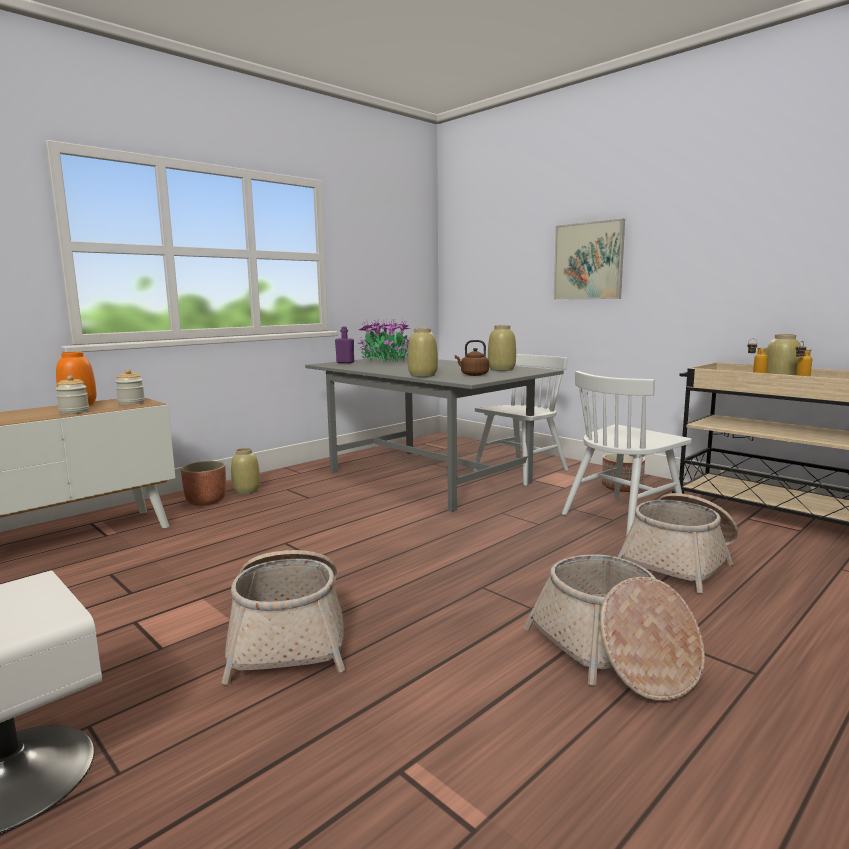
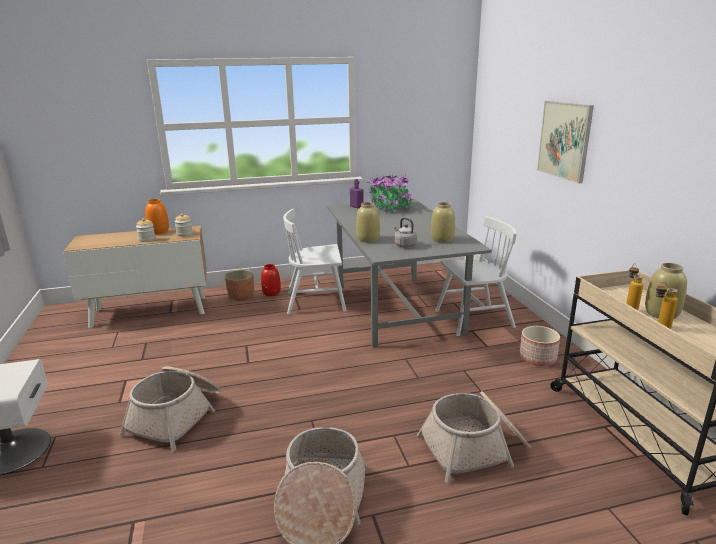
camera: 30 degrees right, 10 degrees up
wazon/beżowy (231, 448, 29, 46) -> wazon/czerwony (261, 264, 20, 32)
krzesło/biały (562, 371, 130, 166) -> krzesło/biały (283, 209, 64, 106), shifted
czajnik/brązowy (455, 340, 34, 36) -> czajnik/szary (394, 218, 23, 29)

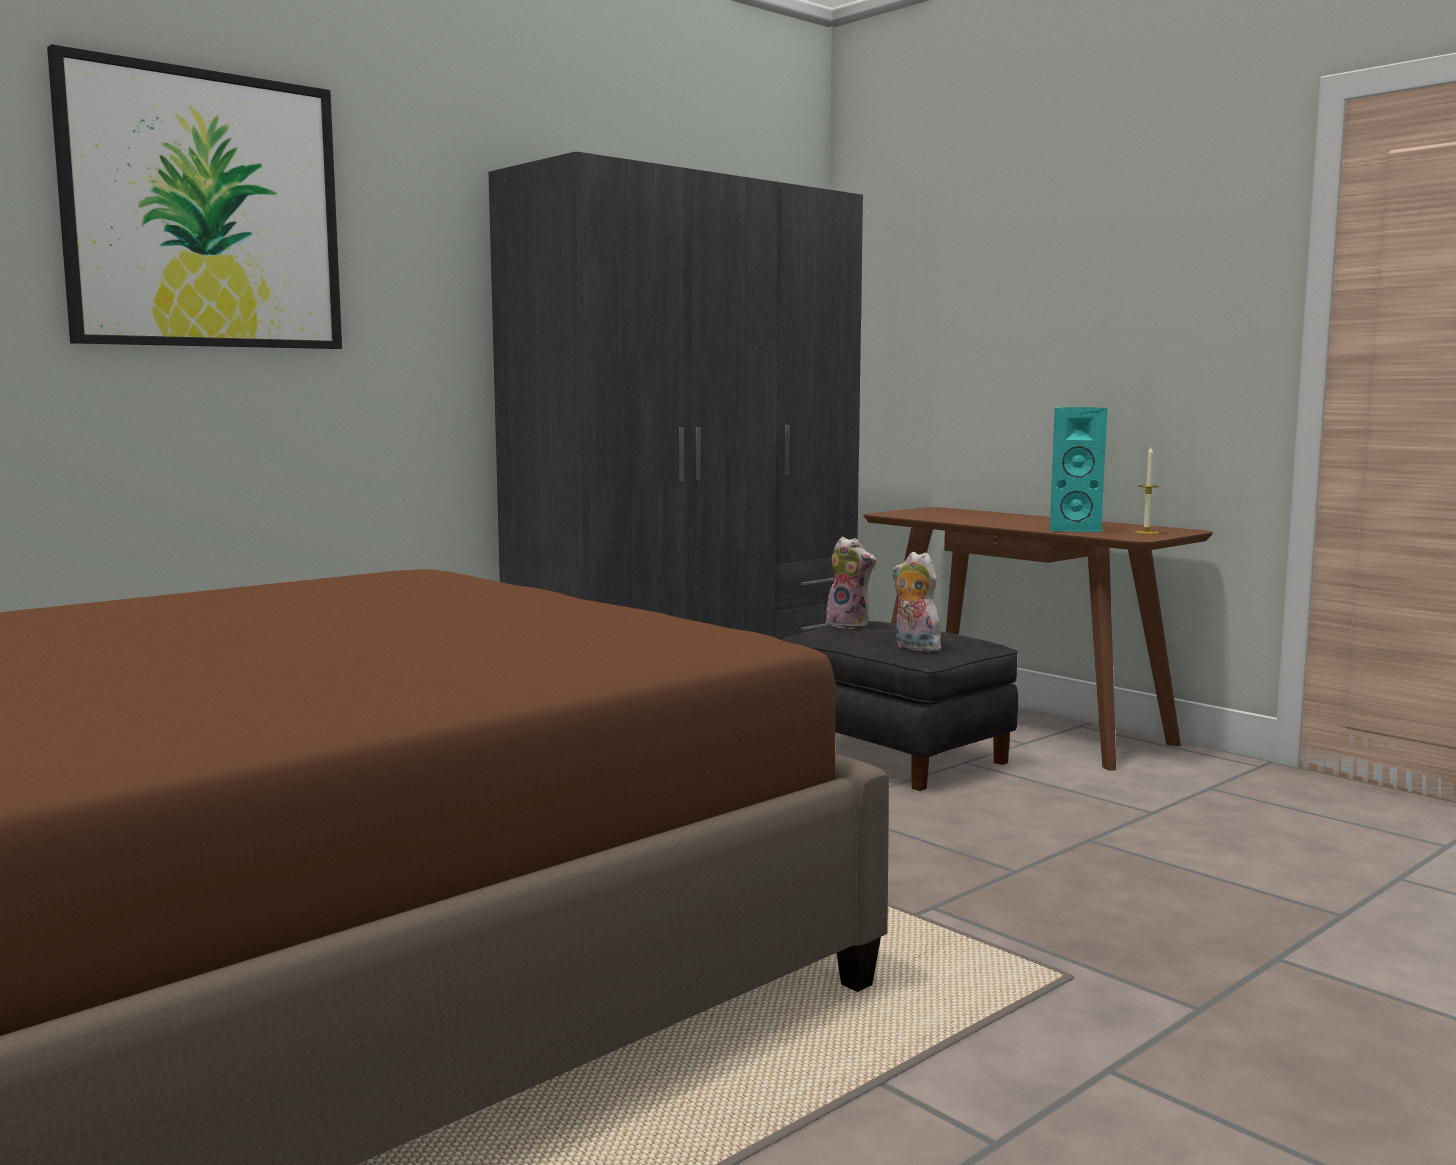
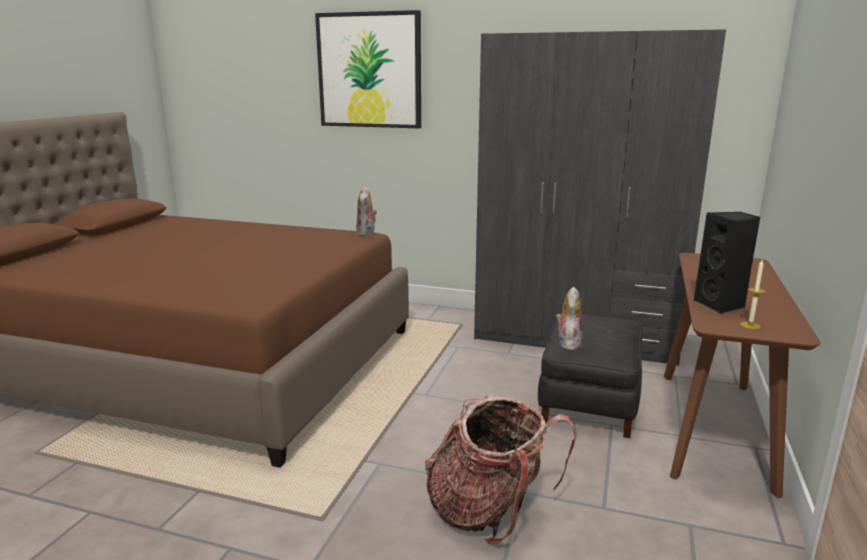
camera: 60 degrees right, 10 degrees up
pluszak (826, 537, 50, 92) -> pluszak (356, 186, 21, 50), shifted
none -> plecak (425, 394, 152, 150)
głośnik/turkusowy (1049, 407, 59, 125) -> głośnik/czarny (694, 212, 66, 102)

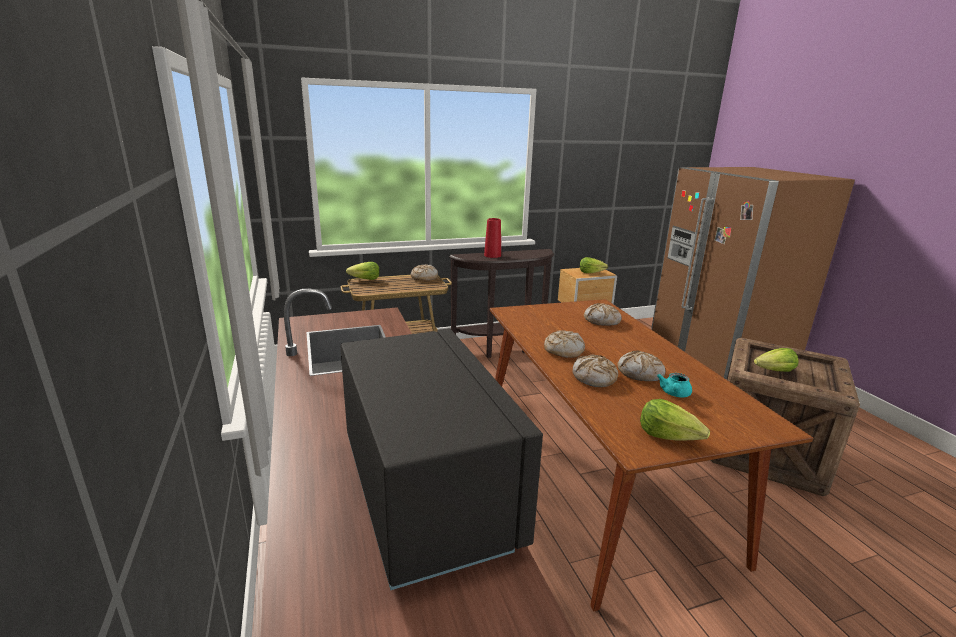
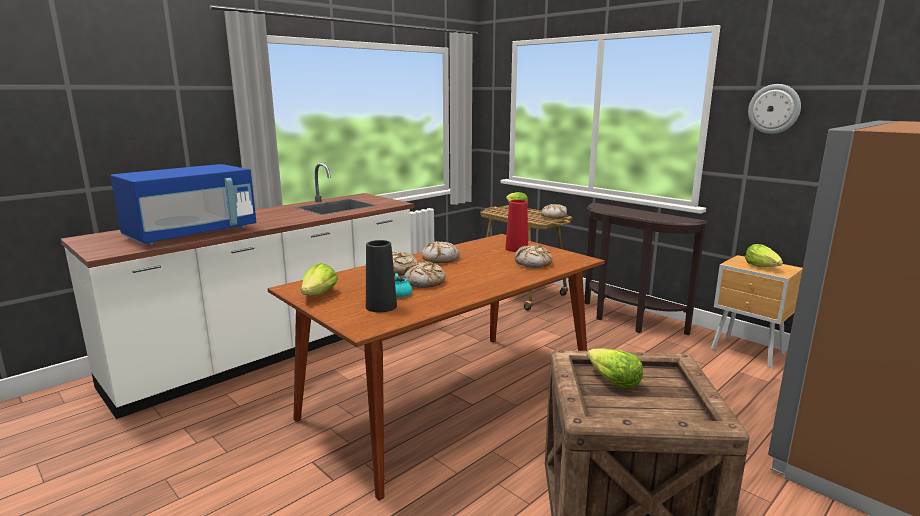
camera: 65 degrees right, 5 degrees down
mikrofalówka/czarny (340, 328, 203, 262) -> mikrofalówka/niebieski (110, 164, 146, 81)
none -> wazon/czarny (366, 240, 31, 72)
wazon/czerwony (484, 218, 17, 40) -> wazon/czerwony (505, 200, 23, 52), shifted
none -> zegar ścienny (748, 84, 53, 50)

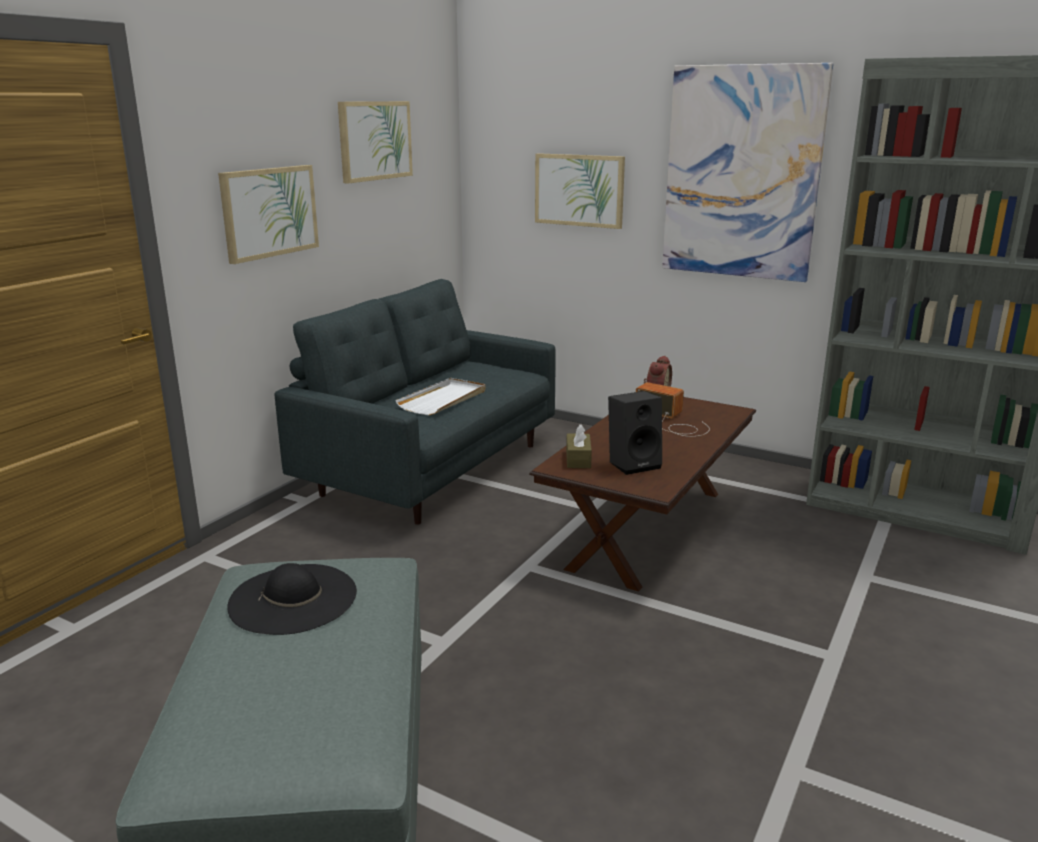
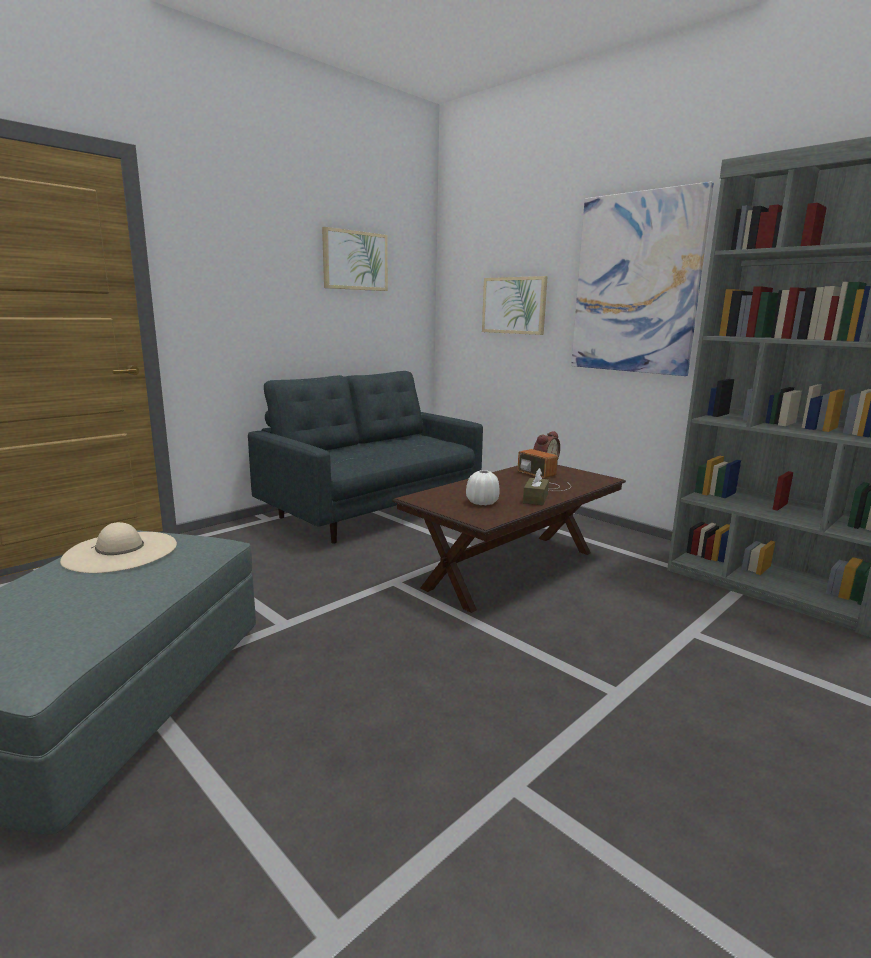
camera: 15 degrees right, 5 degrees down
kapelusz/czarny (227, 563, 130, 72) -> kapelusz/beżowy (60, 522, 117, 51)
głośnik/czarny (608, 391, 54, 84) -> wazon/biały (466, 470, 34, 35)
pudełko chusteczek/brązowy (566, 424, 26, 44) -> pudełko chusteczek/brązowy (523, 468, 26, 37), shifted
obraz (218, 165, 101, 99) -> none
taca/biały (395, 378, 90, 37) -> none

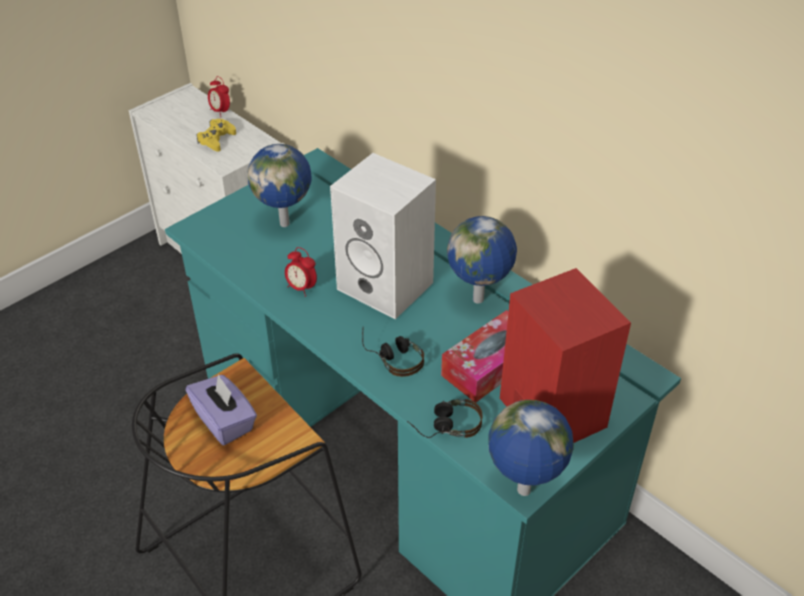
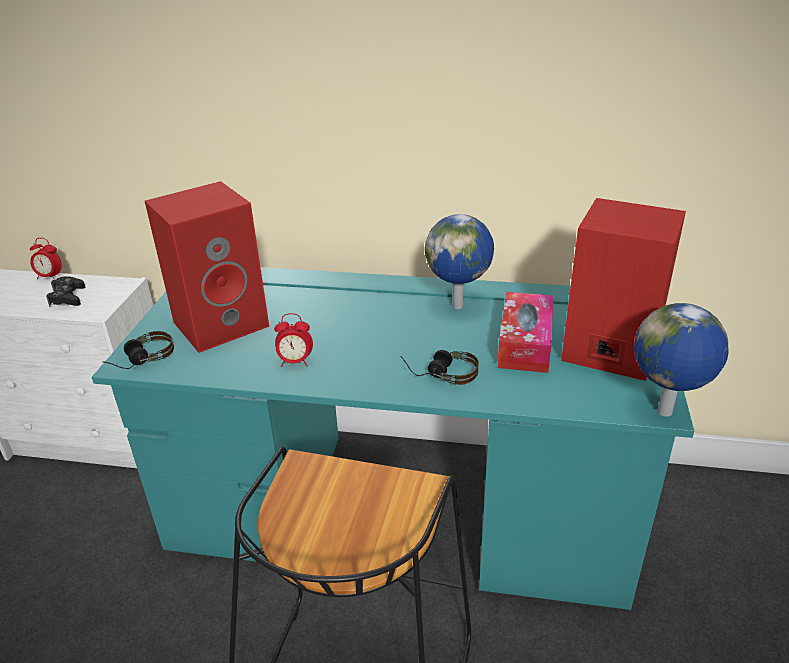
camera: 35 degrees left, 10 degrees down
pad do gier/żółty (197, 119, 39, 33) -> pad do gier/czarny (46, 276, 39, 31)
słuchawki (407, 399, 76, 39) -> słuchawki (102, 331, 72, 38), shifted
globus (248, 144, 63, 83) -> głośnik/czerwony (145, 181, 124, 172)
pudełko chusteczek/fioletowy (186, 374, 71, 71) -> none
głośnik/biały (330, 153, 106, 167) -> none

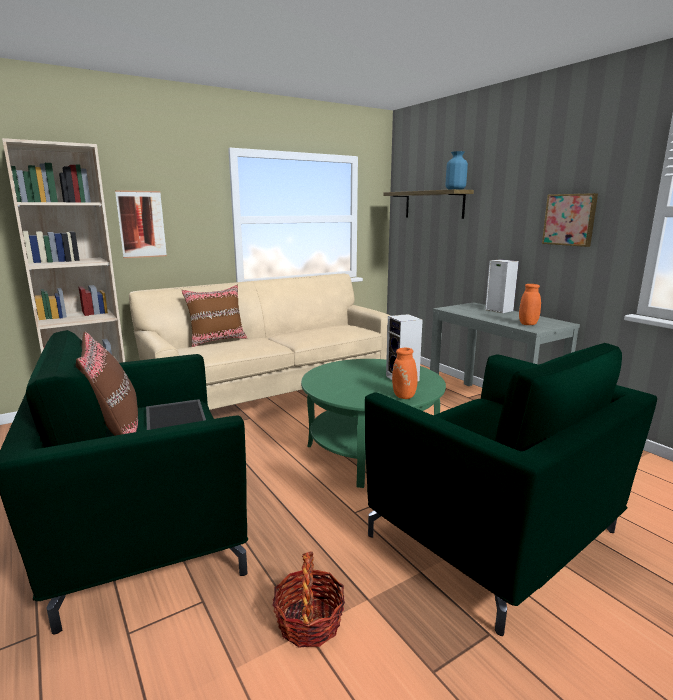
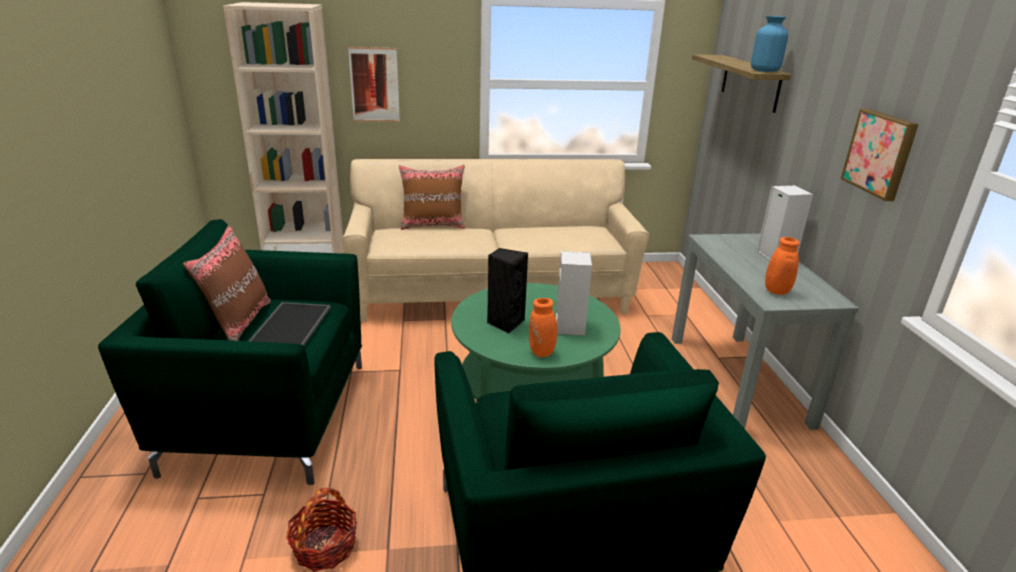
camera: 25 degrees right, 10 degrees up
none -> głośnik/czarny (487, 248, 41, 86)

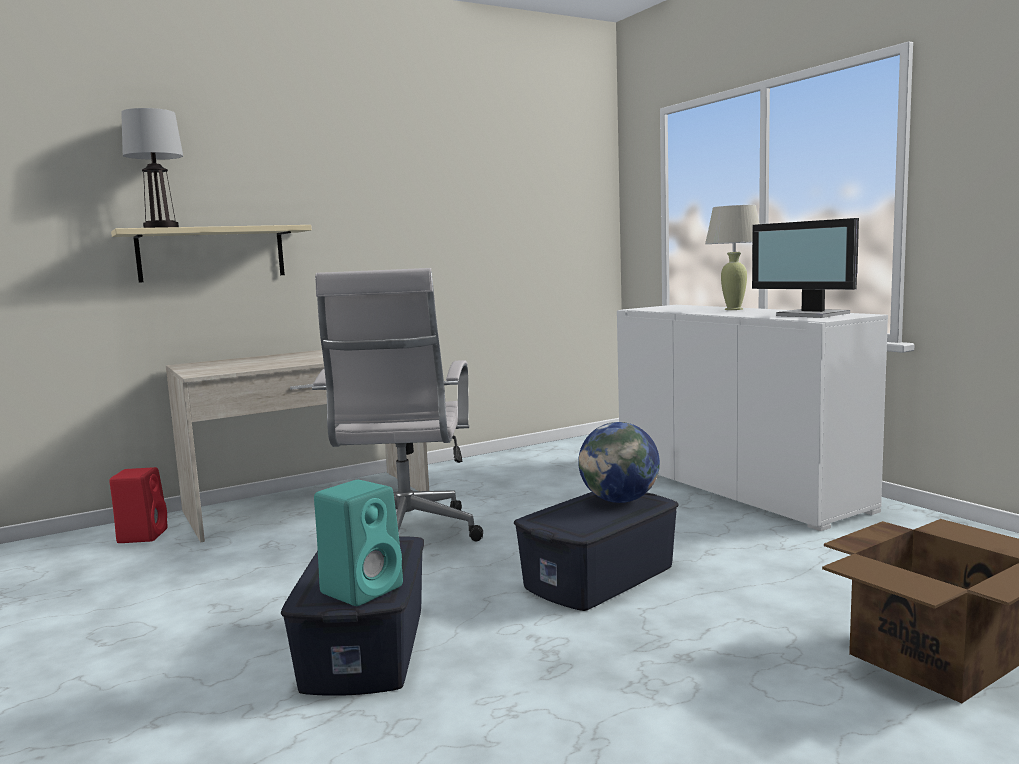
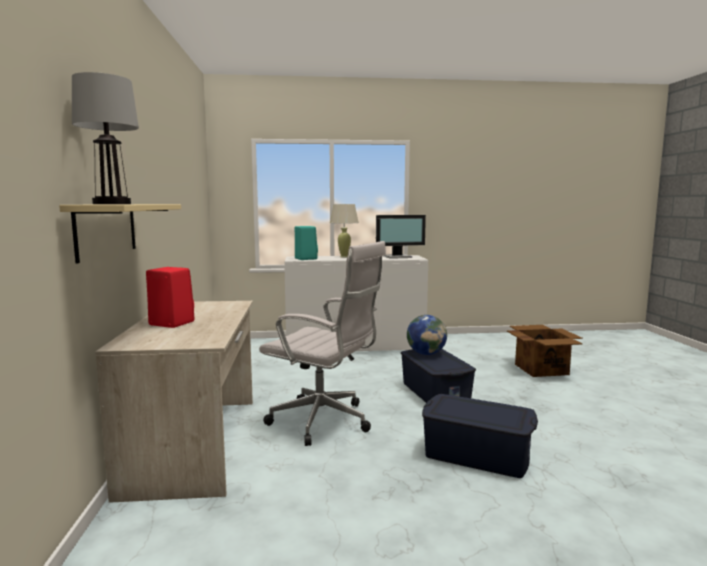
camera: 65 degrees left, 0 degrees up
głośnik/czerwony (109, 467, 59, 76) -> głośnik/czerwony (146, 267, 48, 61), shifted
głośnik/turkusowy (314, 480, 89, 126) -> głośnik/turkusowy (294, 226, 24, 34), shifted

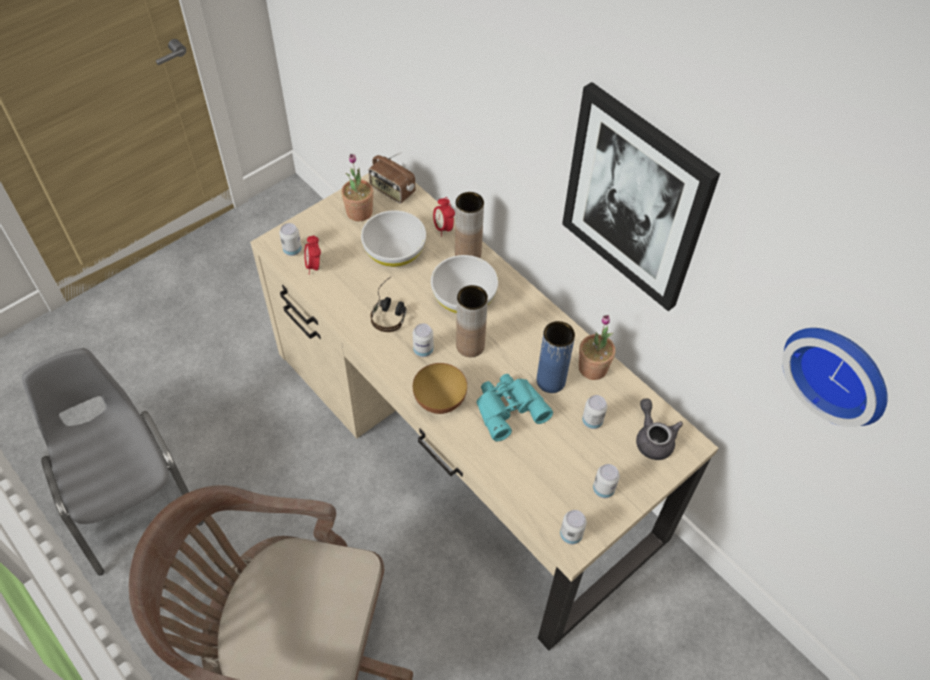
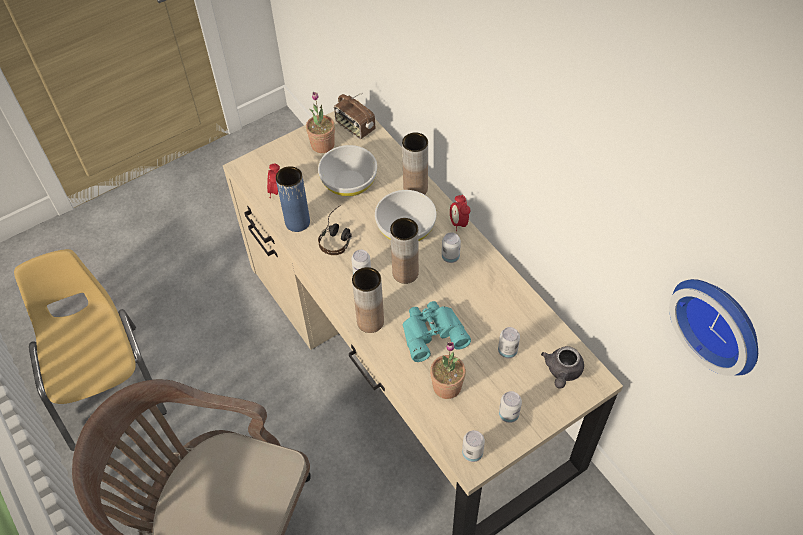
camera: 10 degrees right, 0 degrees up
krzesło/szary (22, 348, 182, 228) -> krzesło/żółty (14, 249, 153, 202)
wazon/niebieski (537, 321, 38, 72) -> wazon/niebieski (276, 166, 34, 66), shifted
miska (413, 363, 54, 51) -> wazon/brązowy (352, 267, 32, 66)
roślina doniczkowa (579, 315, 36, 65) -> roślina doniczkowa (430, 342, 36, 57), shifted
puszka (279, 223, 23, 33) -> puszka (442, 232, 19, 31), shifted
budzik (433, 197, 22, 40) -> budzik (450, 195, 21, 36), shifted
imbryk/szary (636, 398, 47, 62) -> imbryk/szary (541, 346, 43, 43), 150 degrees counterclockwise
obraz (562, 82, 158, 229) -> none

